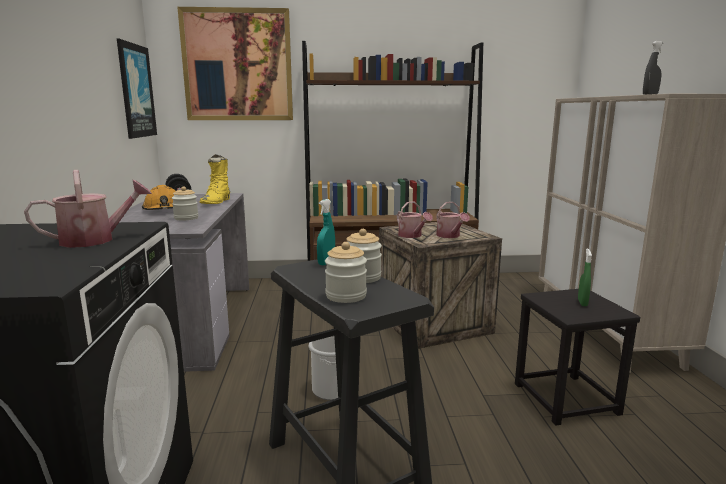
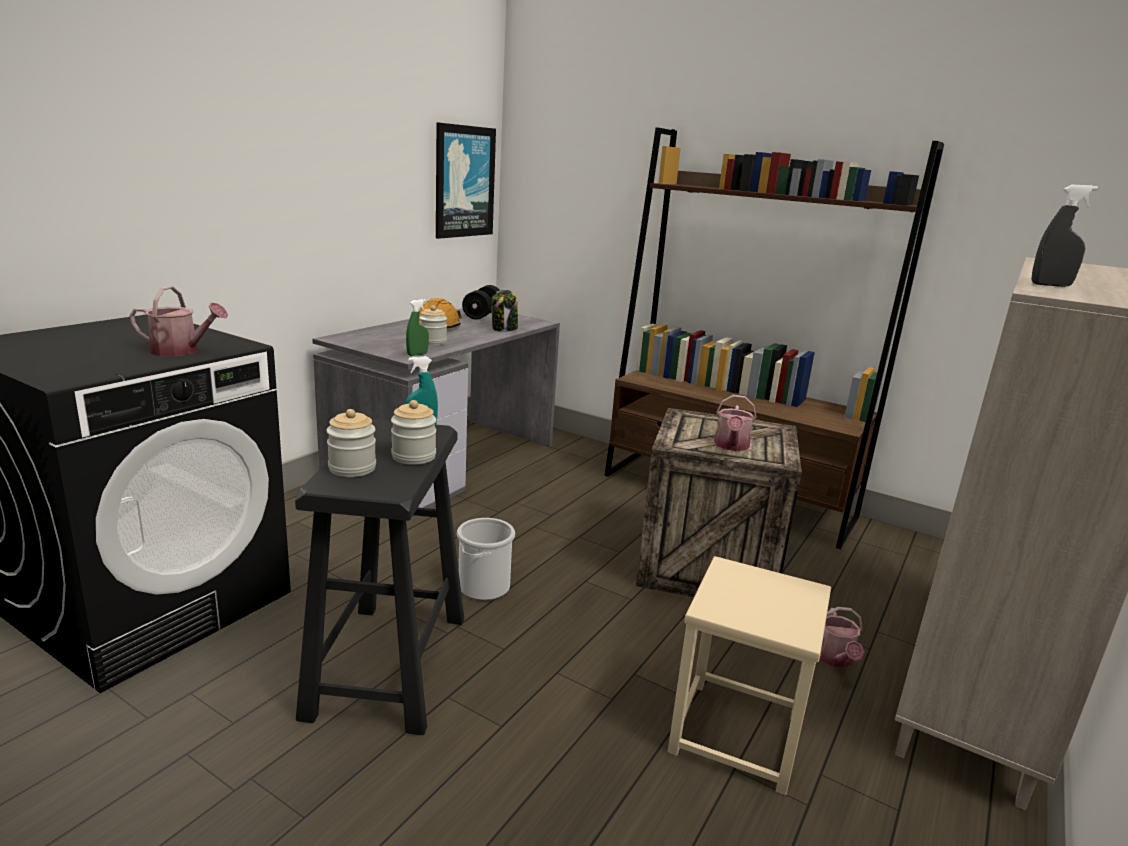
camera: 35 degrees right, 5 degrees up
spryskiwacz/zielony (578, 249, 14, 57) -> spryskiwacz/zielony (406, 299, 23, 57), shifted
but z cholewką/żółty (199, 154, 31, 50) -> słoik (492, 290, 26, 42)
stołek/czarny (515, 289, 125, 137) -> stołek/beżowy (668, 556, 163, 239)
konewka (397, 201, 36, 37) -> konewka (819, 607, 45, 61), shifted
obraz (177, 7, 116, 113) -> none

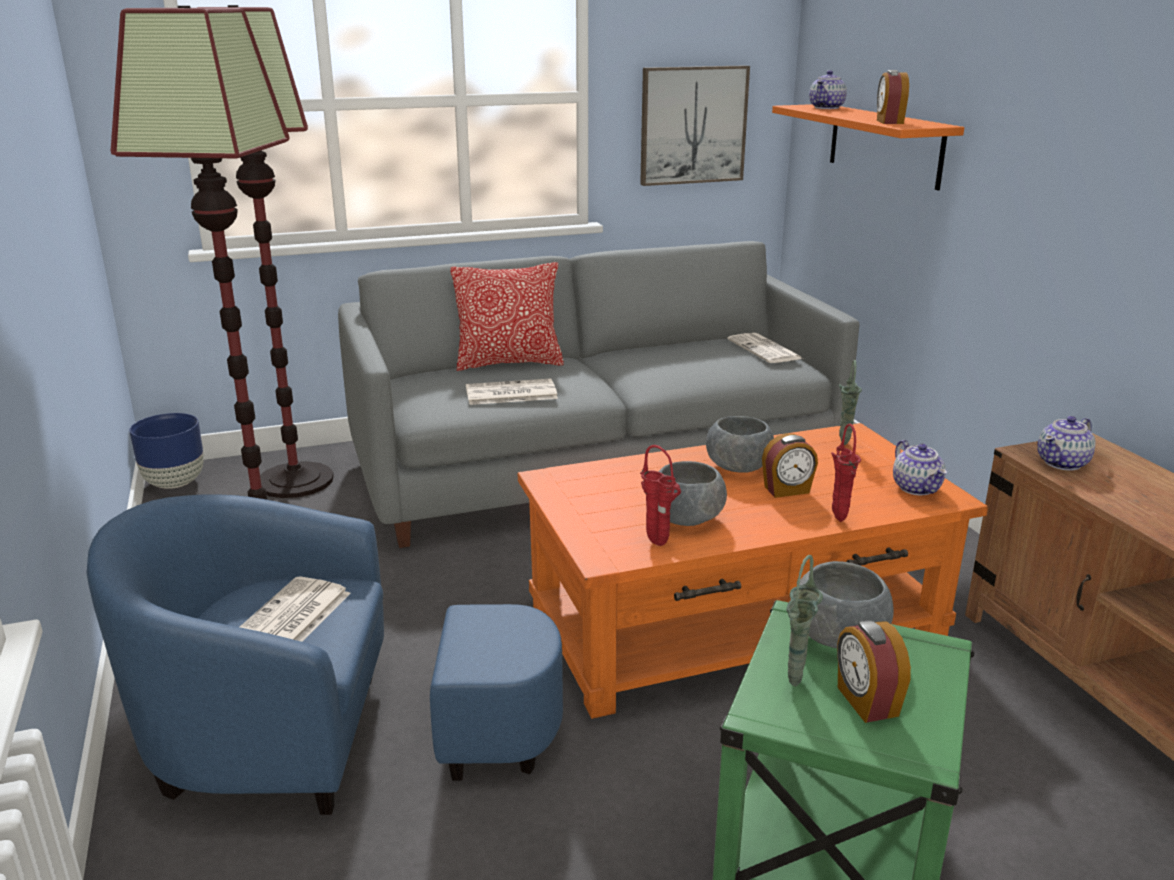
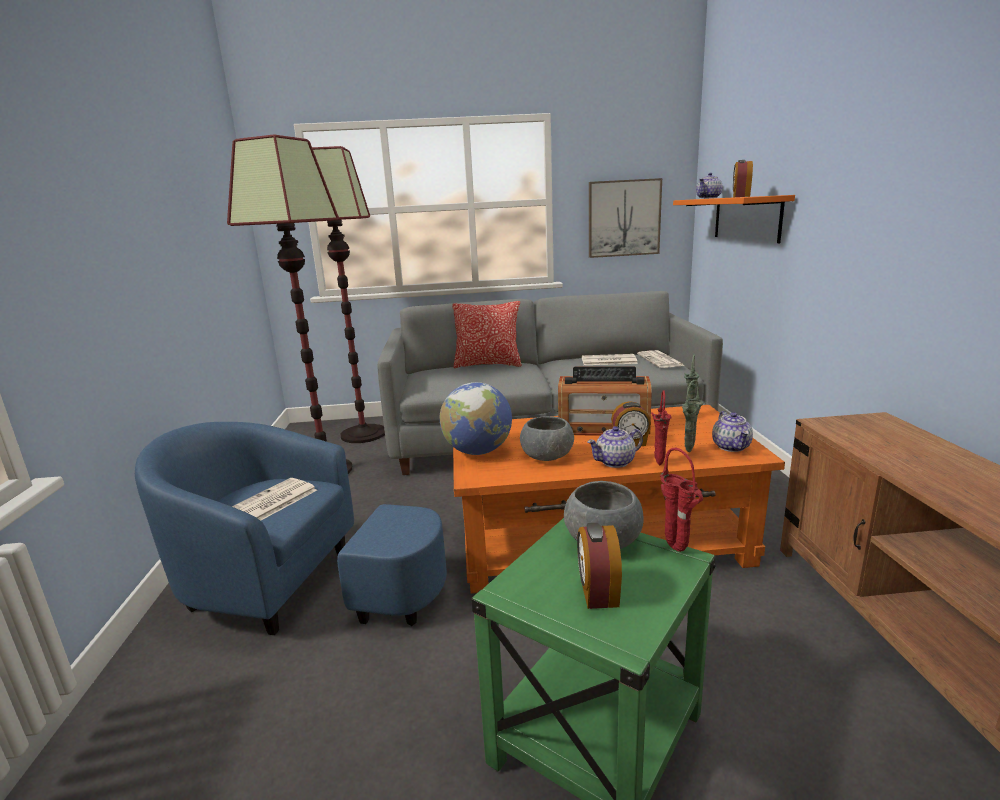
camera: 15 degrees right, 5 degrees down
none -> globus (439, 382, 73, 73)
miska/szary (706, 416, 68, 57) -> radio (558, 366, 94, 70)
gazeta (466, 379, 92, 26) -> gazeta (582, 354, 56, 11), shifted
imbryk (1037, 416, 58, 55) -> imbryk (587, 426, 56, 42), shifted
wazon/czerwony (640, 445, 41, 101) -> wazon/czerwony (660, 448, 43, 104), shifted
wazon/zielony (786, 555, 37, 132) -> wazon/zielony (682, 380, 22, 72), shifted
donica/niebieski (129, 413, 75, 76) -> none

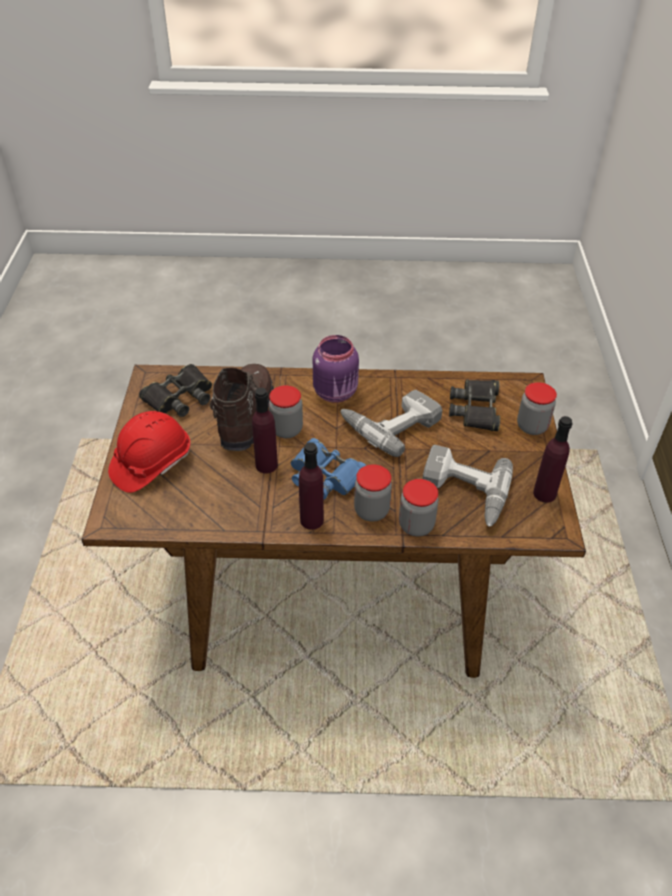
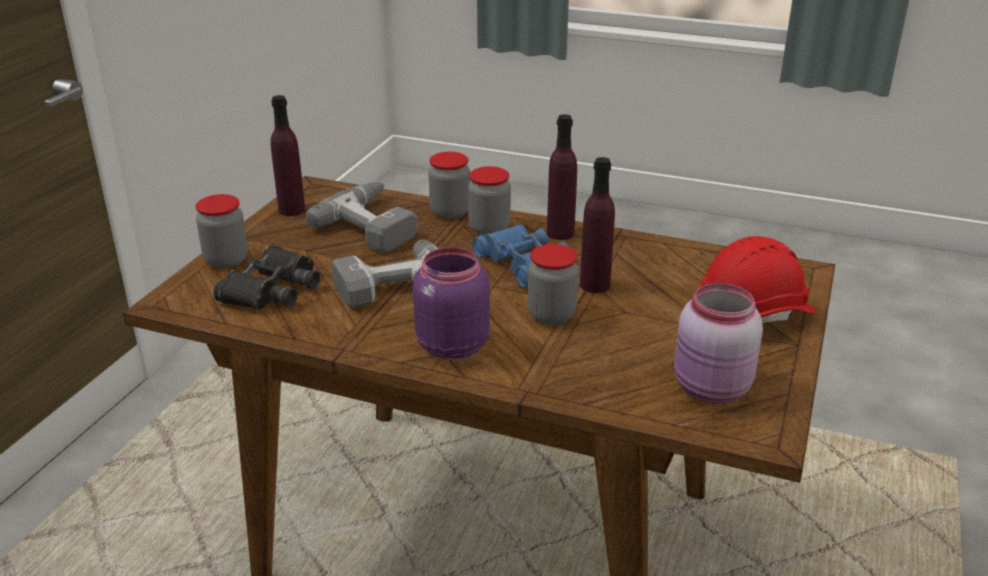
camera: 160 degrees left, 15 degrees down
lornetka/czarny (139, 364, 73, 53) -> słoik/różowy (674, 283, 89, 121)
but z cholewką/brązowy (210, 364, 63, 87) -> none

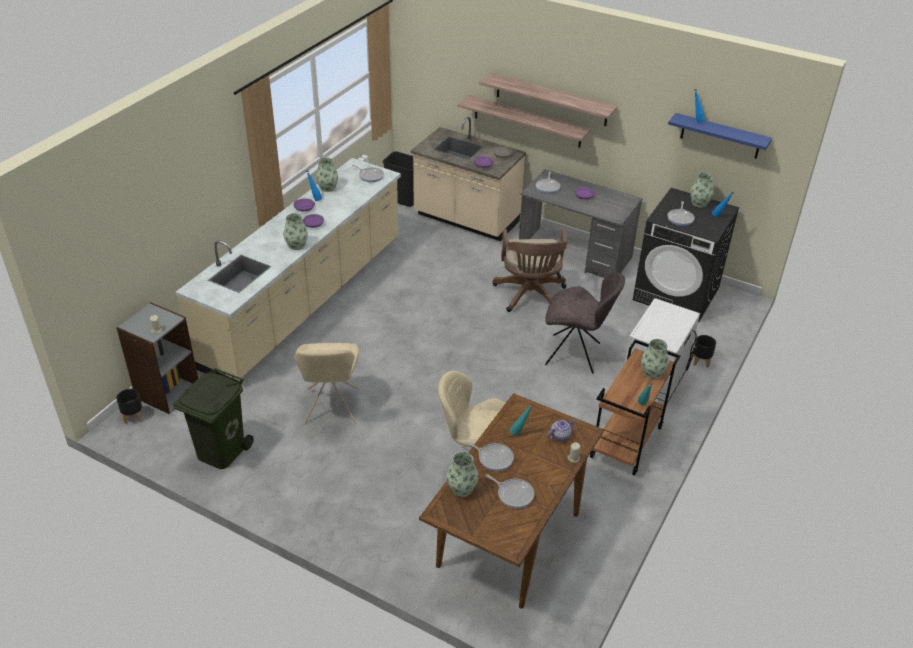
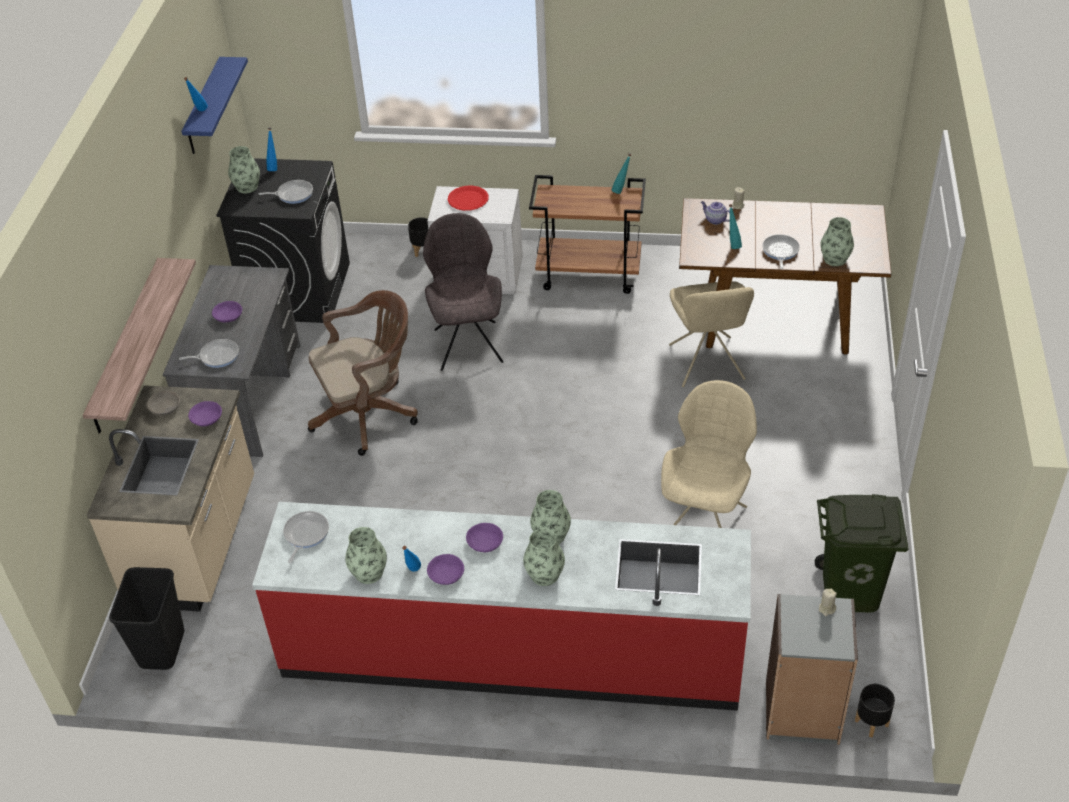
camera: 110 degrees left, 5 degrees up
zabudowa kuchenna/beżowy (176, 158, 225, 224) -> zabudowa kuchenna/czerwony (252, 502, 499, 209)
none -> talerz/czerwony (448, 186, 41, 25)
wazon (641, 339, 28, 40) -> wazon (523, 529, 42, 57), shifted
krzesło/beżowy (294, 343, 65, 82) -> krzesło/beżowy (661, 380, 96, 148), 45 degrees counterclockwise
półka (479, 73, 139, 53) -> none
patelnia (485, 474, 49, 35) -> none

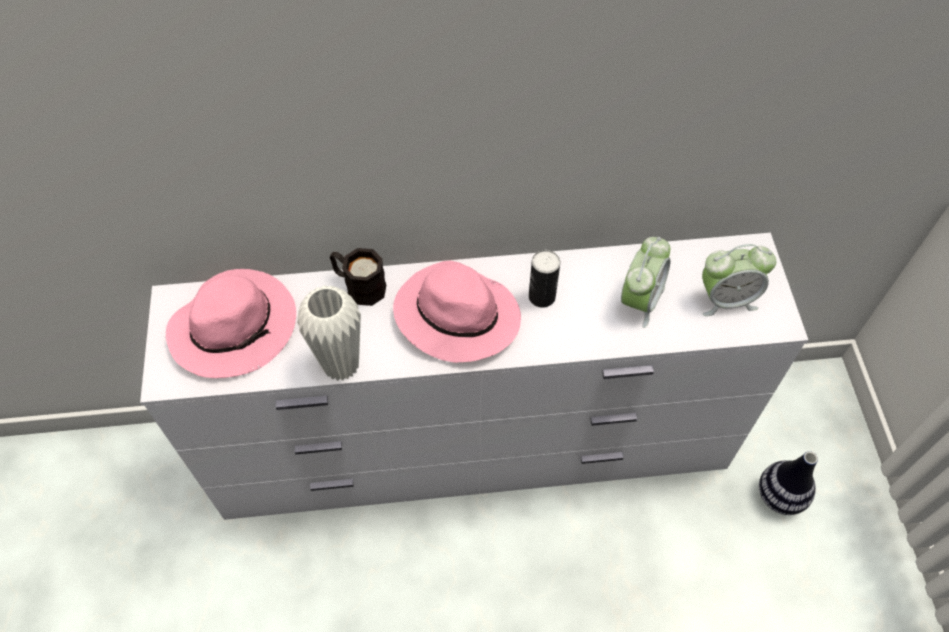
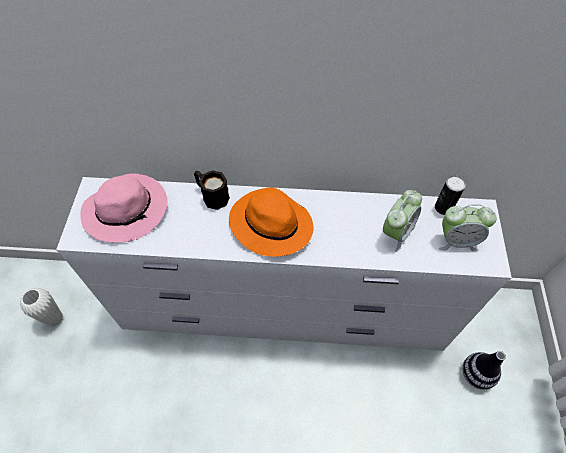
camera: 10 degrees right, 0 degrees up
wazon/biały (297, 286, 64, 95) -> wazon/biały (20, 288, 43, 39), shifted
kapelusz/różowy (393, 260, 128, 103) -> kapelusz/pomarańczowy (229, 187, 85, 70)
puszka (529, 250, 31, 58) -> puszka (435, 176, 31, 39), shifted

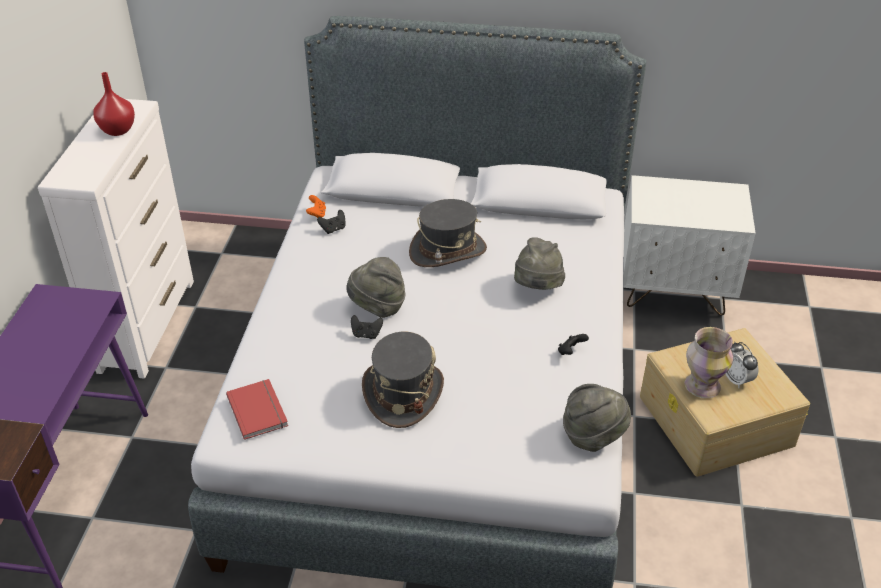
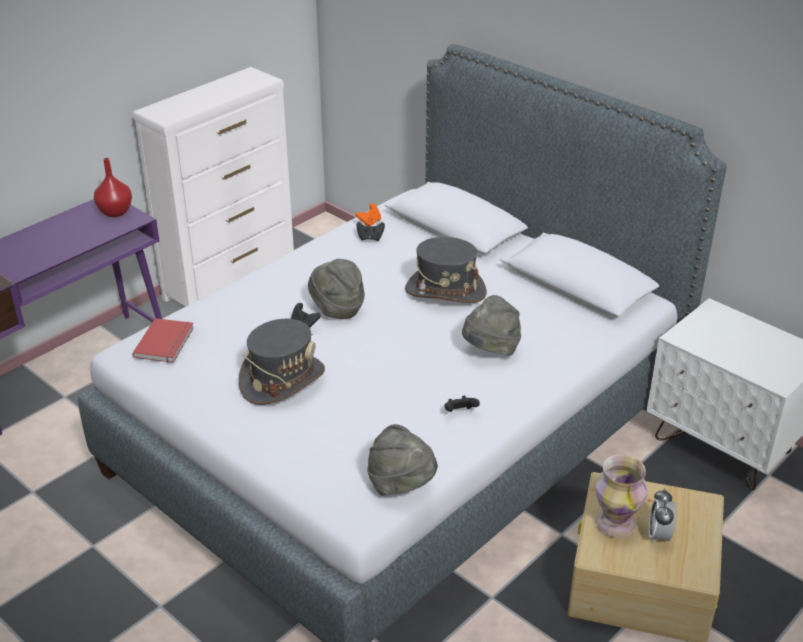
camera: 35 degrees right, 5 degrees down
wazon/czerwony (93, 72, 42, 64) -> wazon/czerwony (94, 158, 38, 59), shifted

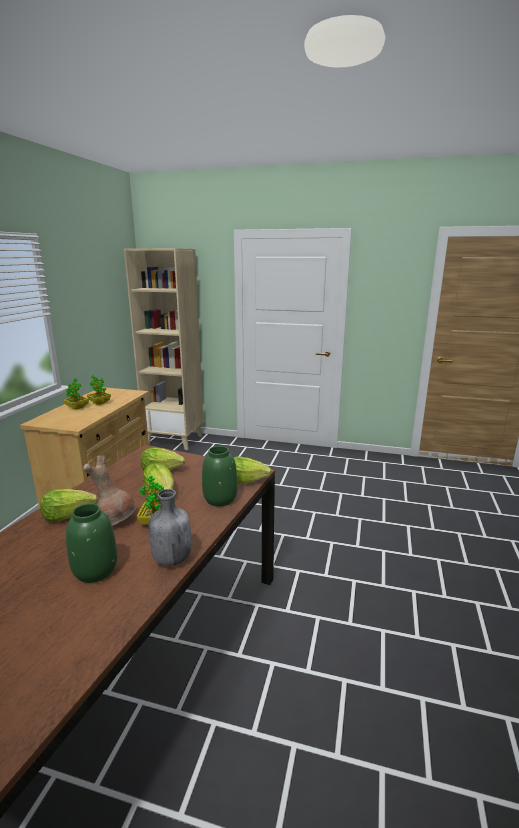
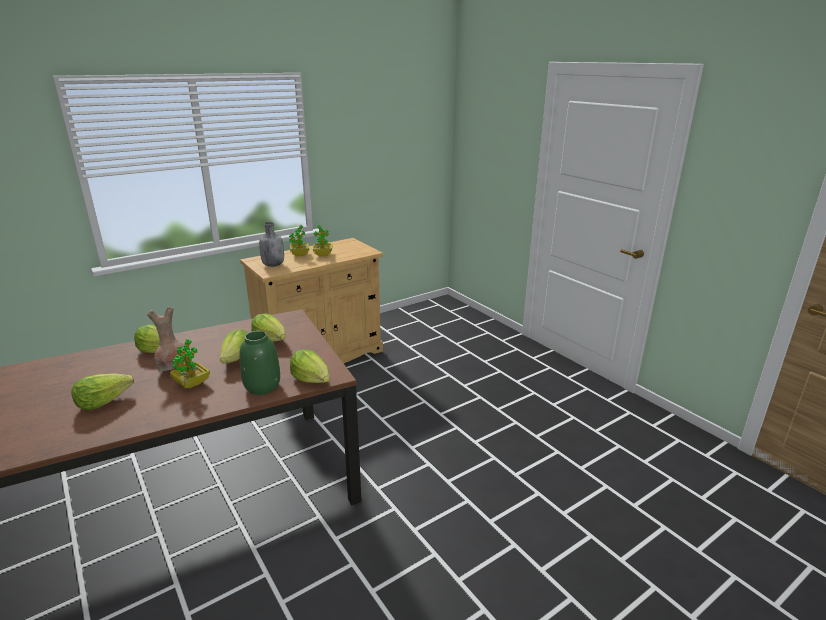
camera: 40 degrees right, 5 degrees up
wazon/zielony (66, 503, 51, 80) -> sałata (71, 374, 63, 36)
butelka/szary (148, 489, 43, 77) -> butelka/szary (259, 222, 25, 45), shifted
regał/beżowy (124, 248, 79, 202) -> none

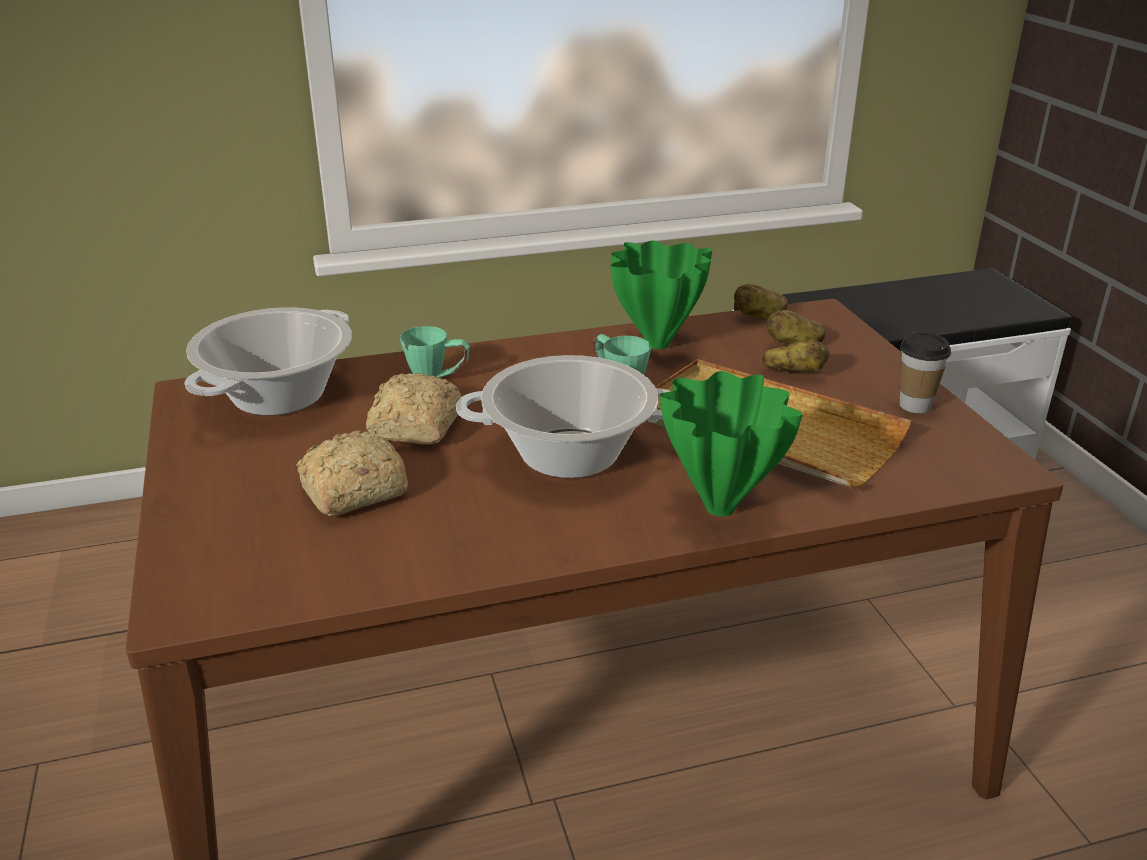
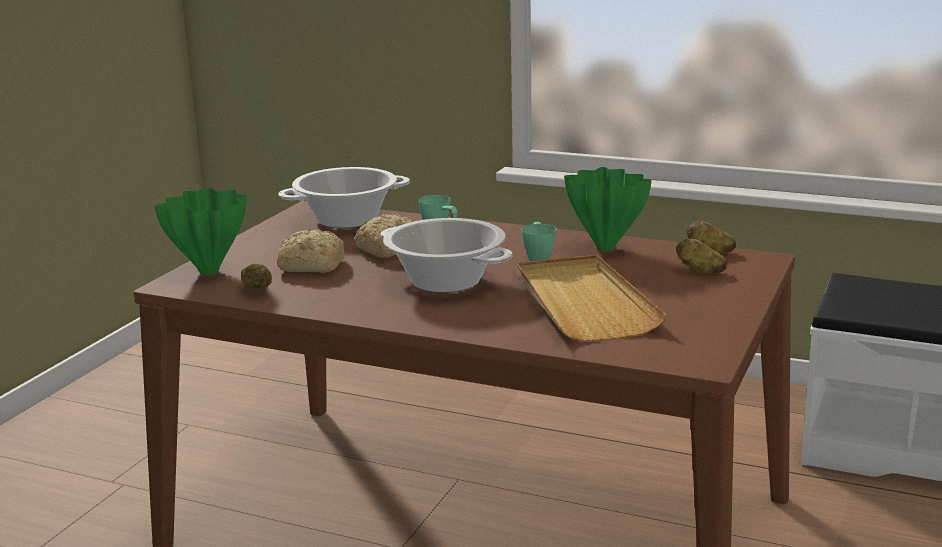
camera: 40 degrees right, 10 degrees down
wazon/zielony (660, 371, 143, 145) -> wazon/zielony (154, 188, 93, 87), shifted
ziemniak (762, 340, 67, 33) -> ziemniak (241, 264, 31, 26), shifted
filiżanka (900, 332, 51, 81) -> none

